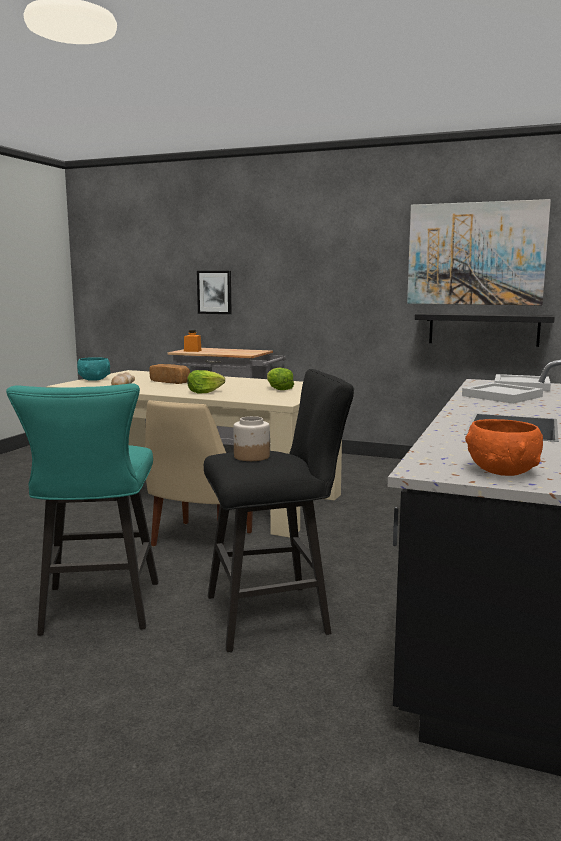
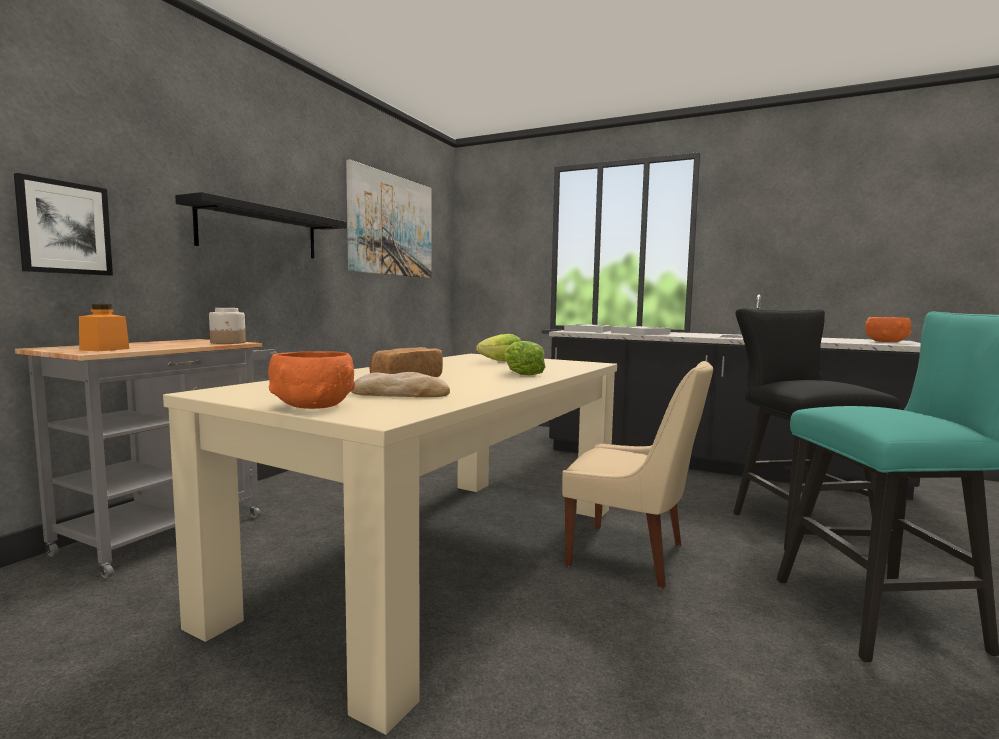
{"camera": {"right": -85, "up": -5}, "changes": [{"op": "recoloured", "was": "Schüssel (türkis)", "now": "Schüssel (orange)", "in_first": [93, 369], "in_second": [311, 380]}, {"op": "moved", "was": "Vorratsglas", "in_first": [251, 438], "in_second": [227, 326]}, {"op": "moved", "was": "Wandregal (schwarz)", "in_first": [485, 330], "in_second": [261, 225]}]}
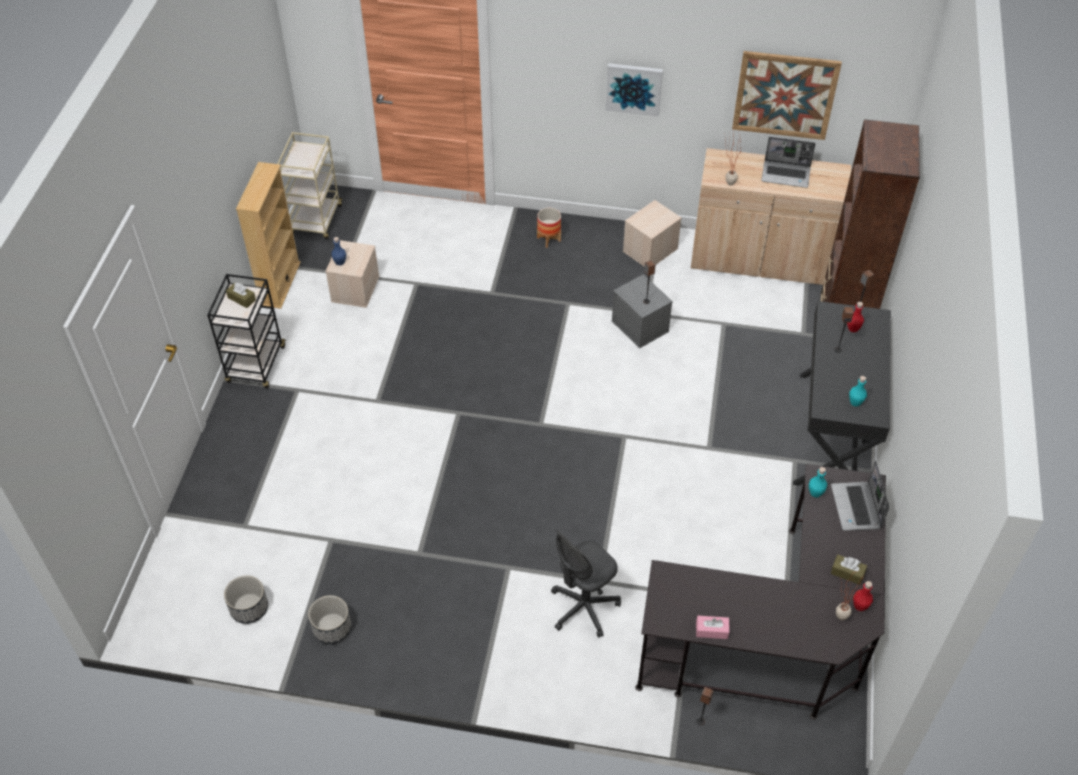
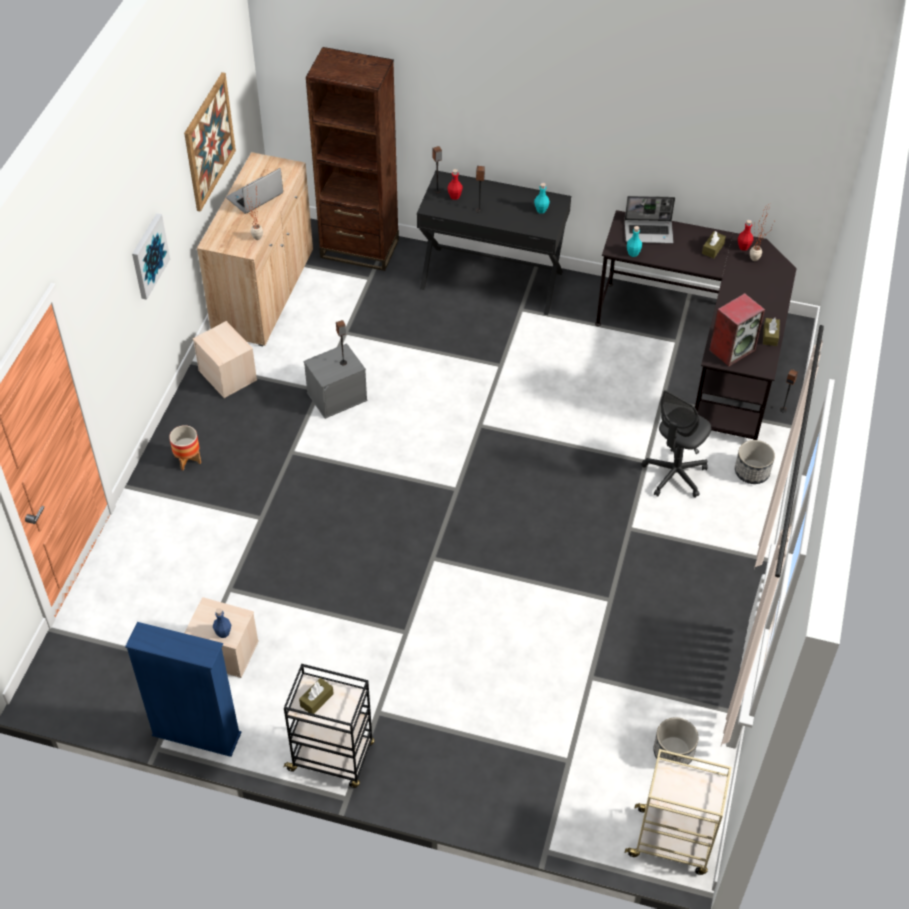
{"camera": {"right": -85, "up": 0}, "changes": [{"op": "recoloured", "was": "Bücherregal (beige)", "now": "Bücherregal (blau)", "in_first": [268, 235], "in_second": [183, 689]}, {"op": "moved", "was": "Rollwagen (beige)", "in_first": [310, 186], "in_second": [678, 812]}, {"op": "moved", "was": "Pflanzkübel", "in_first": [329, 619], "in_second": [755, 462]}, {"op": "turned", "was": "Bürostuhl (grau)", "in_first": [586, 584], "in_second": [676, 444], "clockwise": 75}, {"op": "recoloured", "was": "Taschentuchbox (rosa)", "now": "Taschentuchbox (braun)", "in_first": [713, 627], "in_second": [771, 332]}, {"op": "turned", "was": "Laptop", "in_first": [788, 162], "in_second": [254, 191], "clockwise": -150}, {"op": "added", "now": "Lautsprecher", "in_second": [737, 330]}]}
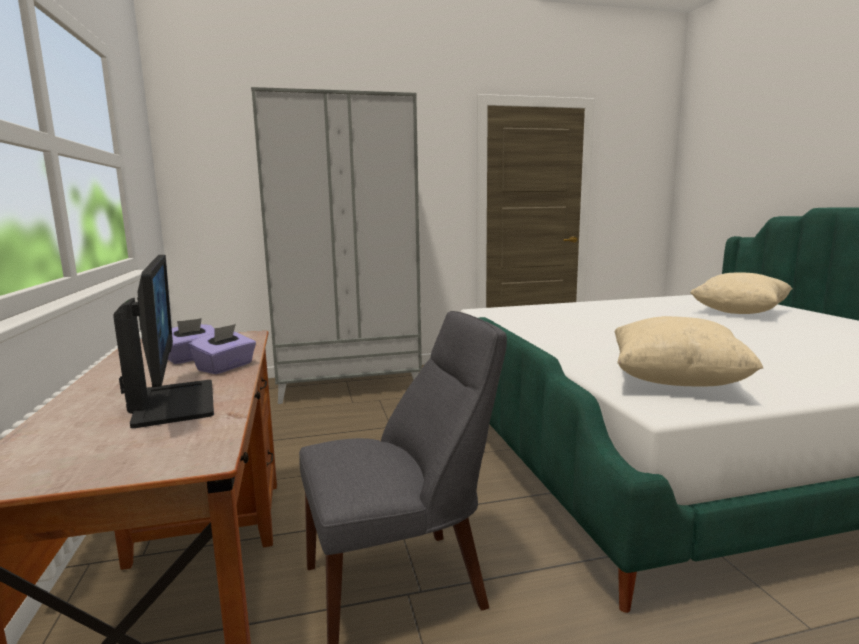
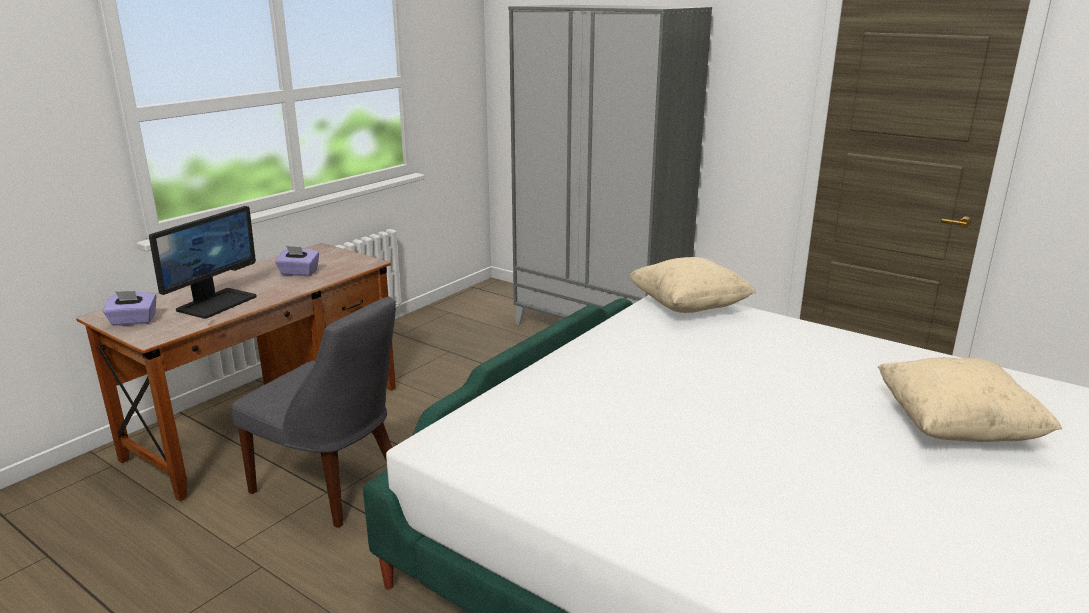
{"camera": {"right": 50, "up": 10}, "changes": [{"op": "moved", "was": "Taschentuchbox (lila)", "in_first": [222, 349], "in_second": [130, 308]}, {"op": "moved", "was": "Kissen (beige)", "in_first": [689, 351], "in_second": [692, 285]}]}
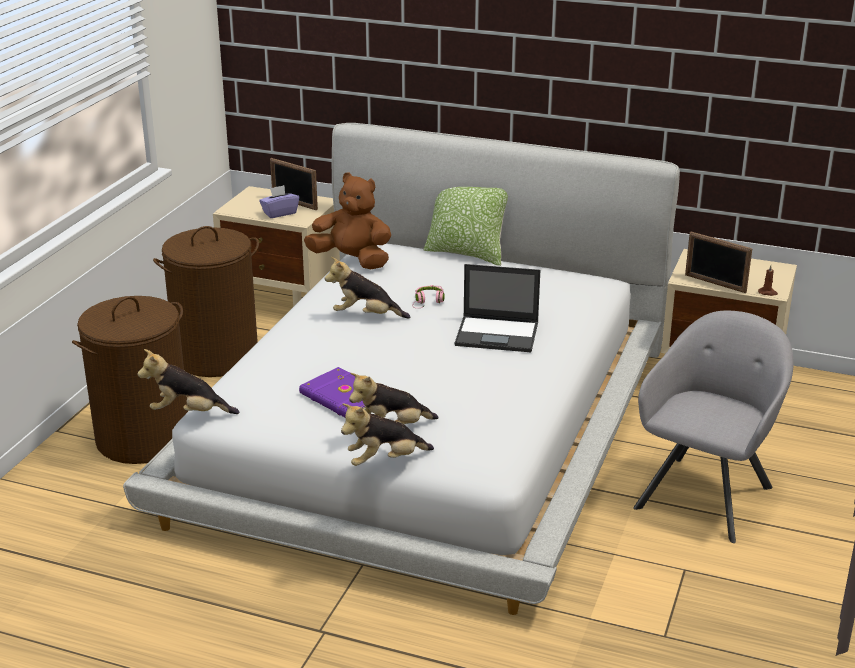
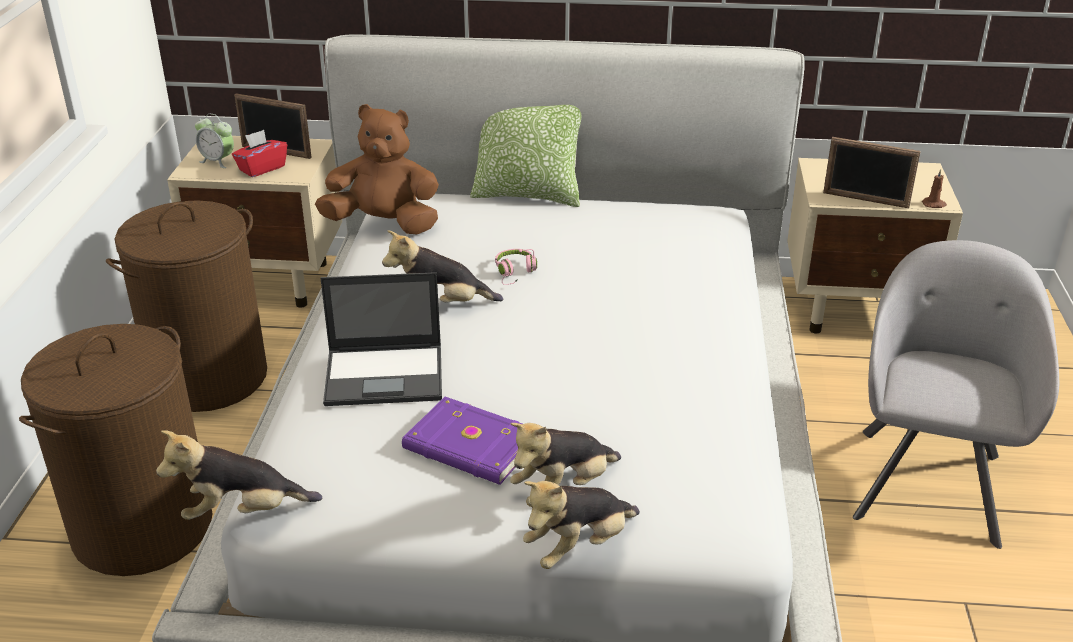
{"camera": {"right": -15, "up": 5}, "changes": [{"op": "recoloured", "was": "Taschentuchbox (lila)", "now": "Taschentuchbox (rot)", "in_first": [279, 201], "in_second": [259, 153]}, {"op": "moved", "was": "Laptop", "in_first": [497, 308], "in_second": [381, 339]}, {"op": "added", "now": "Wecker", "in_second": [214, 141]}]}
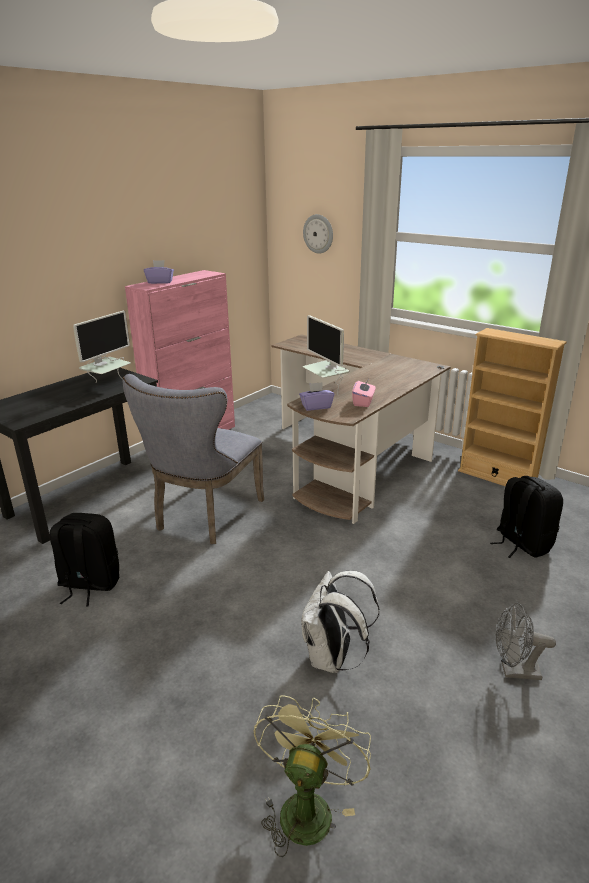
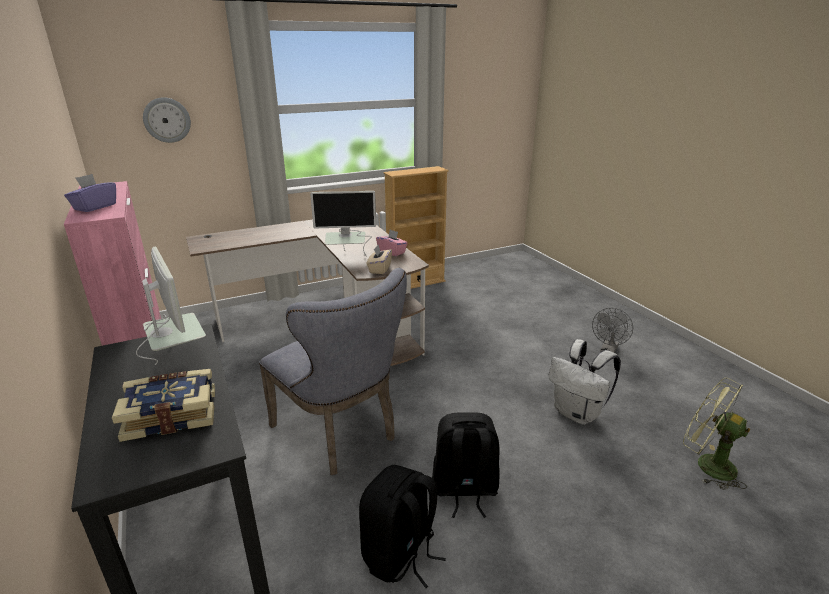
{"camera": {"right": -65, "up": 0}, "changes": [{"op": "recoloured", "was": "Taschentuchbox (lila)", "now": "Taschentuchbox (beige)", "in_first": [316, 396], "in_second": [379, 259]}, {"op": "moved", "was": "Rucksack (schwarz)", "in_first": [526, 517], "in_second": [466, 465]}, {"op": "added", "now": "Buch", "in_second": [163, 405]}]}
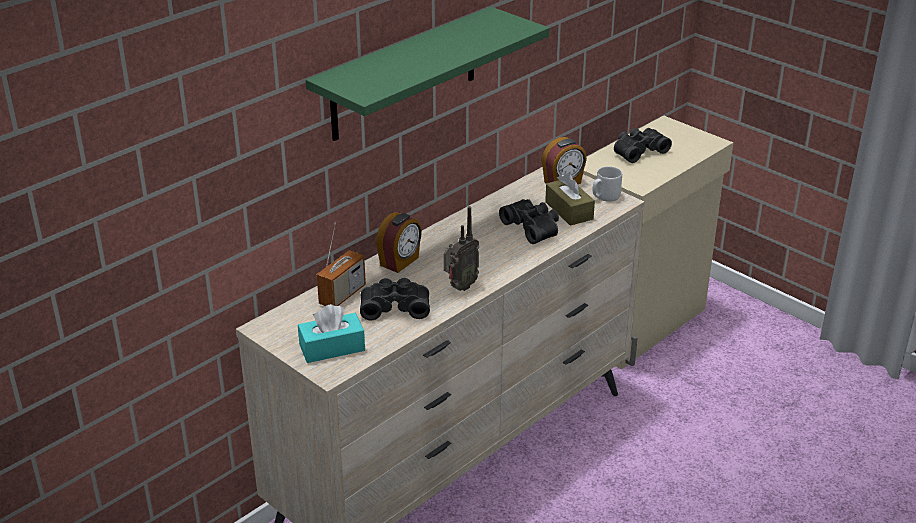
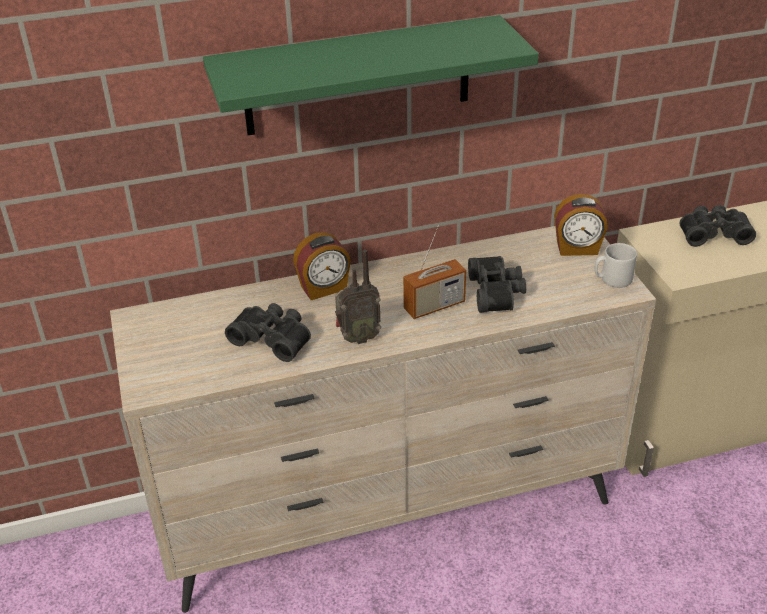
{"camera": {"right": 30, "up": 5}, "changes": [{"op": "removed", "was": "Taschentuchbox (türkis)", "in_first": [331, 333]}, {"op": "moved", "was": "Radio", "in_first": [341, 264], "in_second": [434, 272]}, {"op": "removed", "was": "Taschentuchbox (braun)", "in_first": [570, 199]}]}
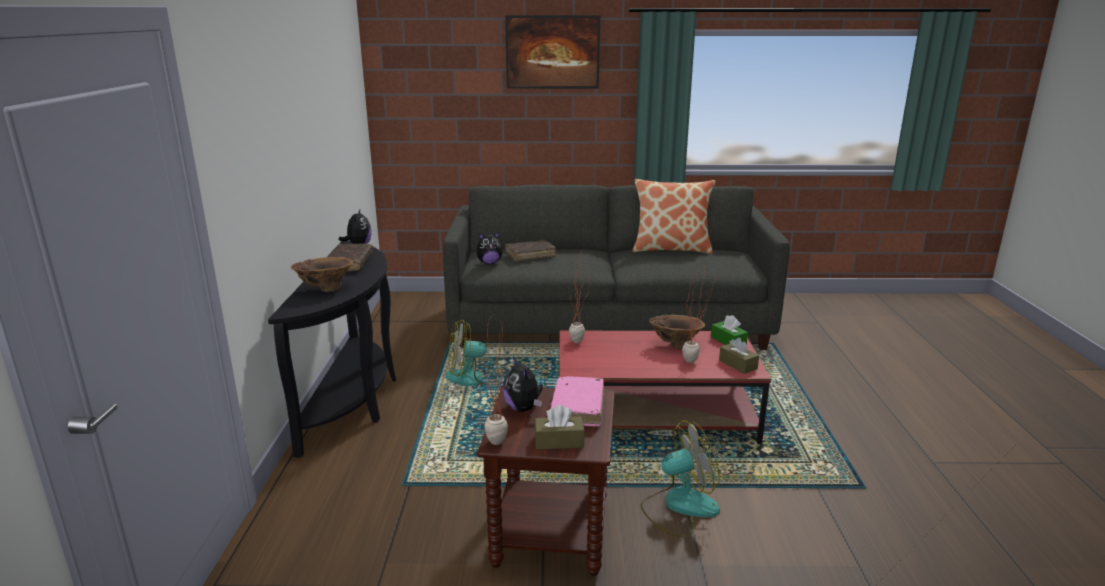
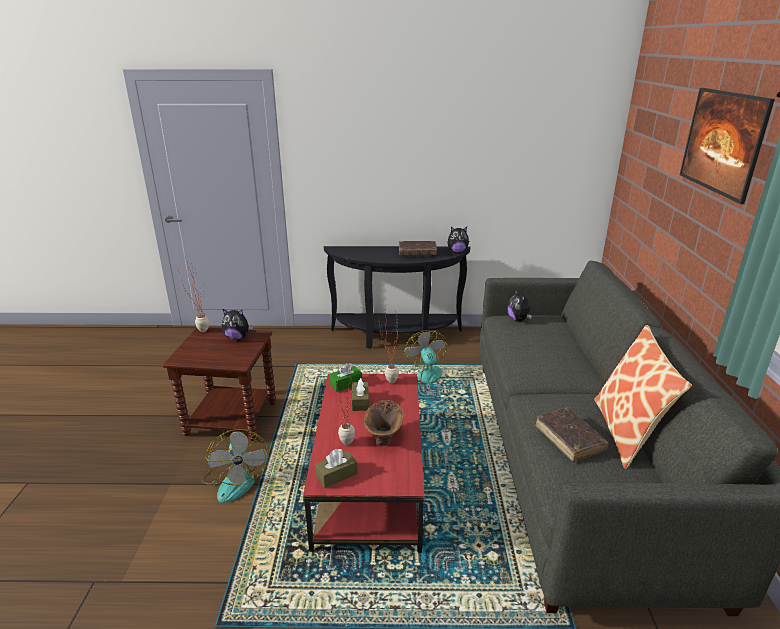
{"camera": {"right": 90, "up": 5}, "changes": [{"op": "removed", "was": "Vase (braun)", "in_first": [322, 274]}, {"op": "turned", "was": "Plüschtier", "in_first": [523, 384], "in_second": [237, 324], "clockwise": -150}, {"op": "moved", "was": "Buch (braun)", "in_first": [530, 251], "in_second": [572, 434]}, {"op": "moved", "was": "Taschentuchbox (braun)", "in_first": [559, 427], "in_second": [360, 394]}, {"op": "removed", "was": "Buch (rosa)", "in_first": [577, 401]}, {"op": "moved", "was": "Taschentuchbox (grün)", "in_first": [729, 330], "in_second": [345, 377]}]}
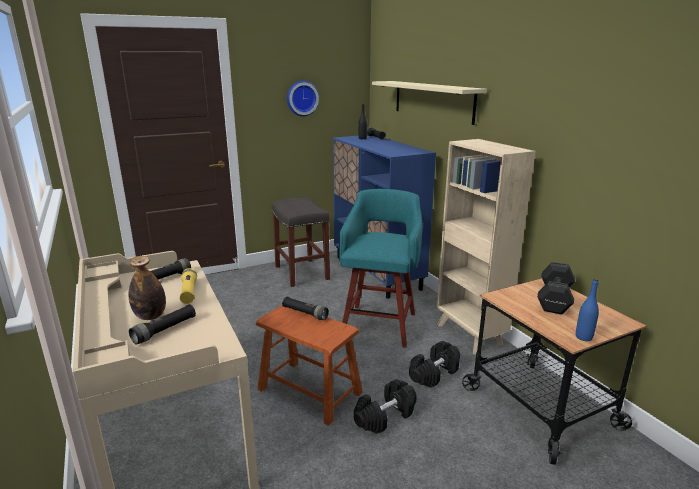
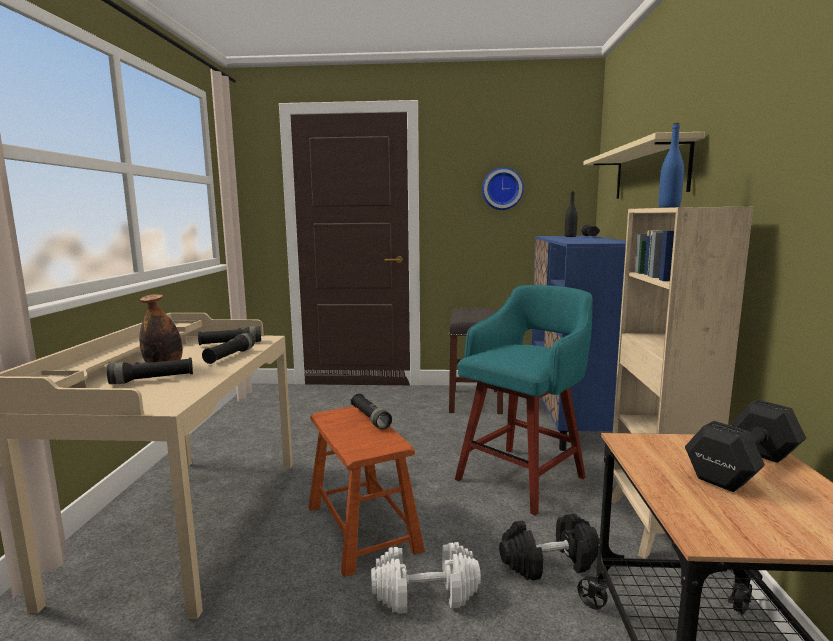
{"camera": {"right": 30, "up": -10}, "changes": [{"op": "recoloured", "was": "Taschenlampe (gelb)", "now": "Taschenlampe (schwarz)", "in_first": [188, 286], "in_second": [228, 348]}, {"op": "recoloured", "was": "Hantel (schwarz)", "now": "Hantel (weiß)", "in_first": [385, 406], "in_second": [426, 578]}, {"op": "moved", "was": "Flasche (blau)", "in_first": [587, 309], "in_second": [671, 165]}]}
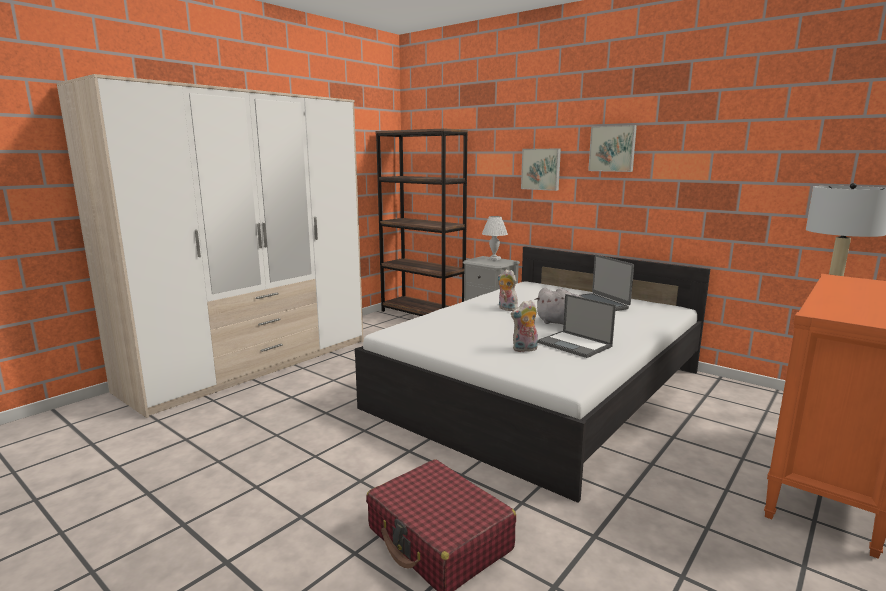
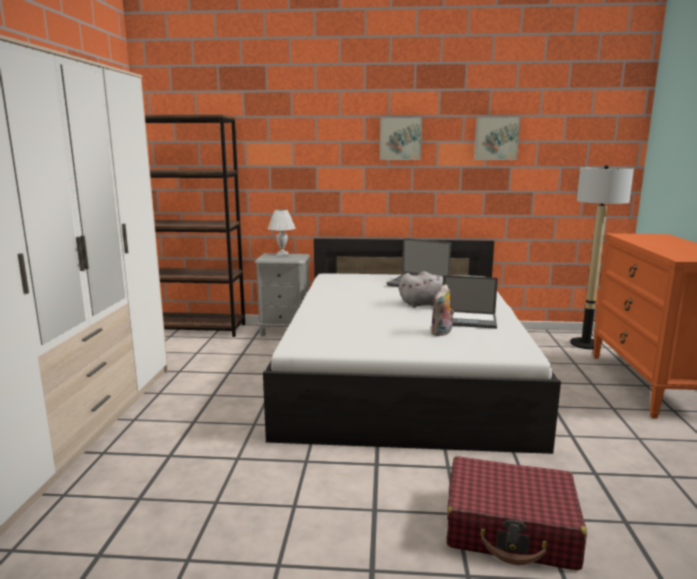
{"camera": {"right": -35, "up": 0}, "changes": [{"op": "removed", "was": "Plüschtier", "in_first": [507, 290]}, {"op": "moved", "was": "Bild", "in_first": [541, 170], "in_second": [497, 138]}]}
